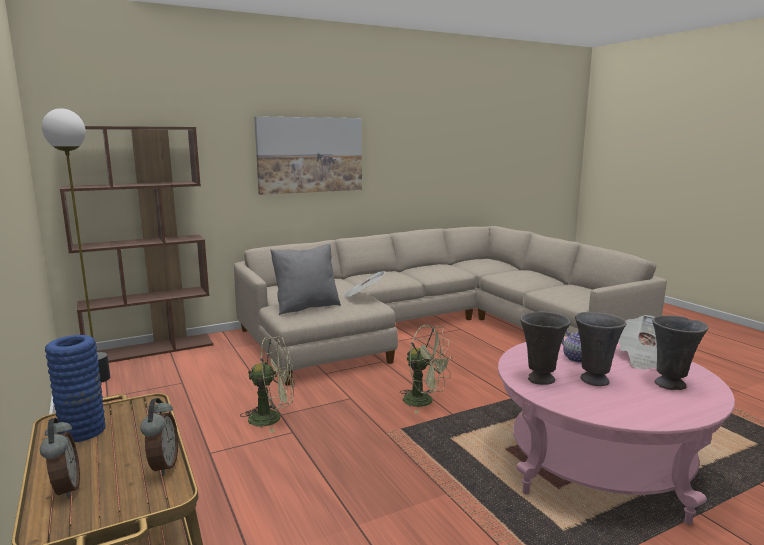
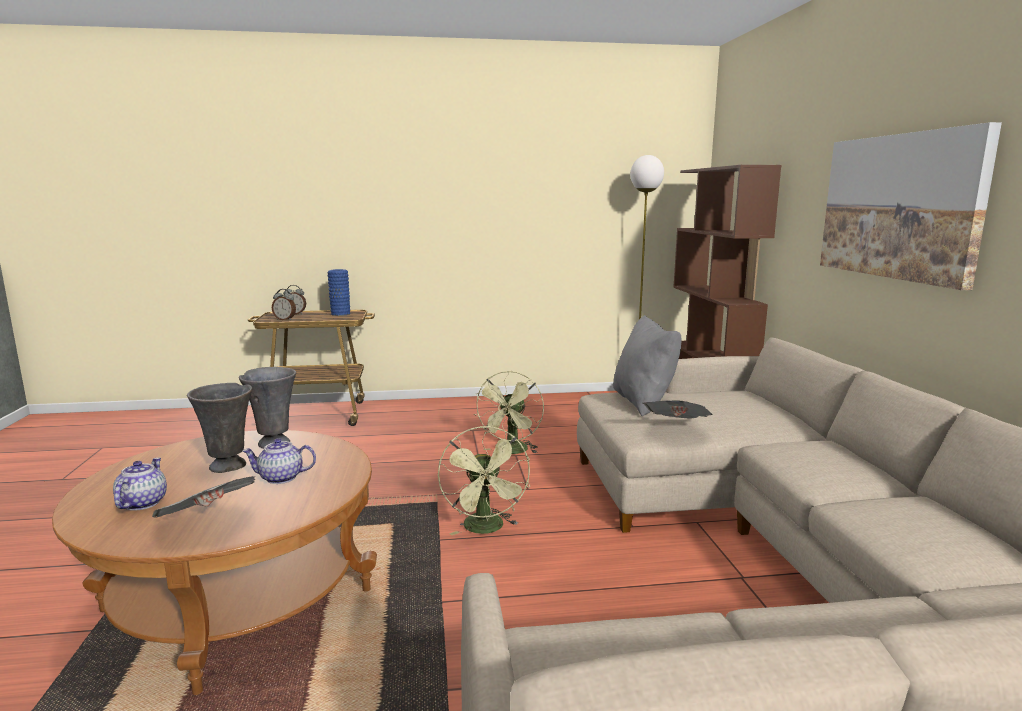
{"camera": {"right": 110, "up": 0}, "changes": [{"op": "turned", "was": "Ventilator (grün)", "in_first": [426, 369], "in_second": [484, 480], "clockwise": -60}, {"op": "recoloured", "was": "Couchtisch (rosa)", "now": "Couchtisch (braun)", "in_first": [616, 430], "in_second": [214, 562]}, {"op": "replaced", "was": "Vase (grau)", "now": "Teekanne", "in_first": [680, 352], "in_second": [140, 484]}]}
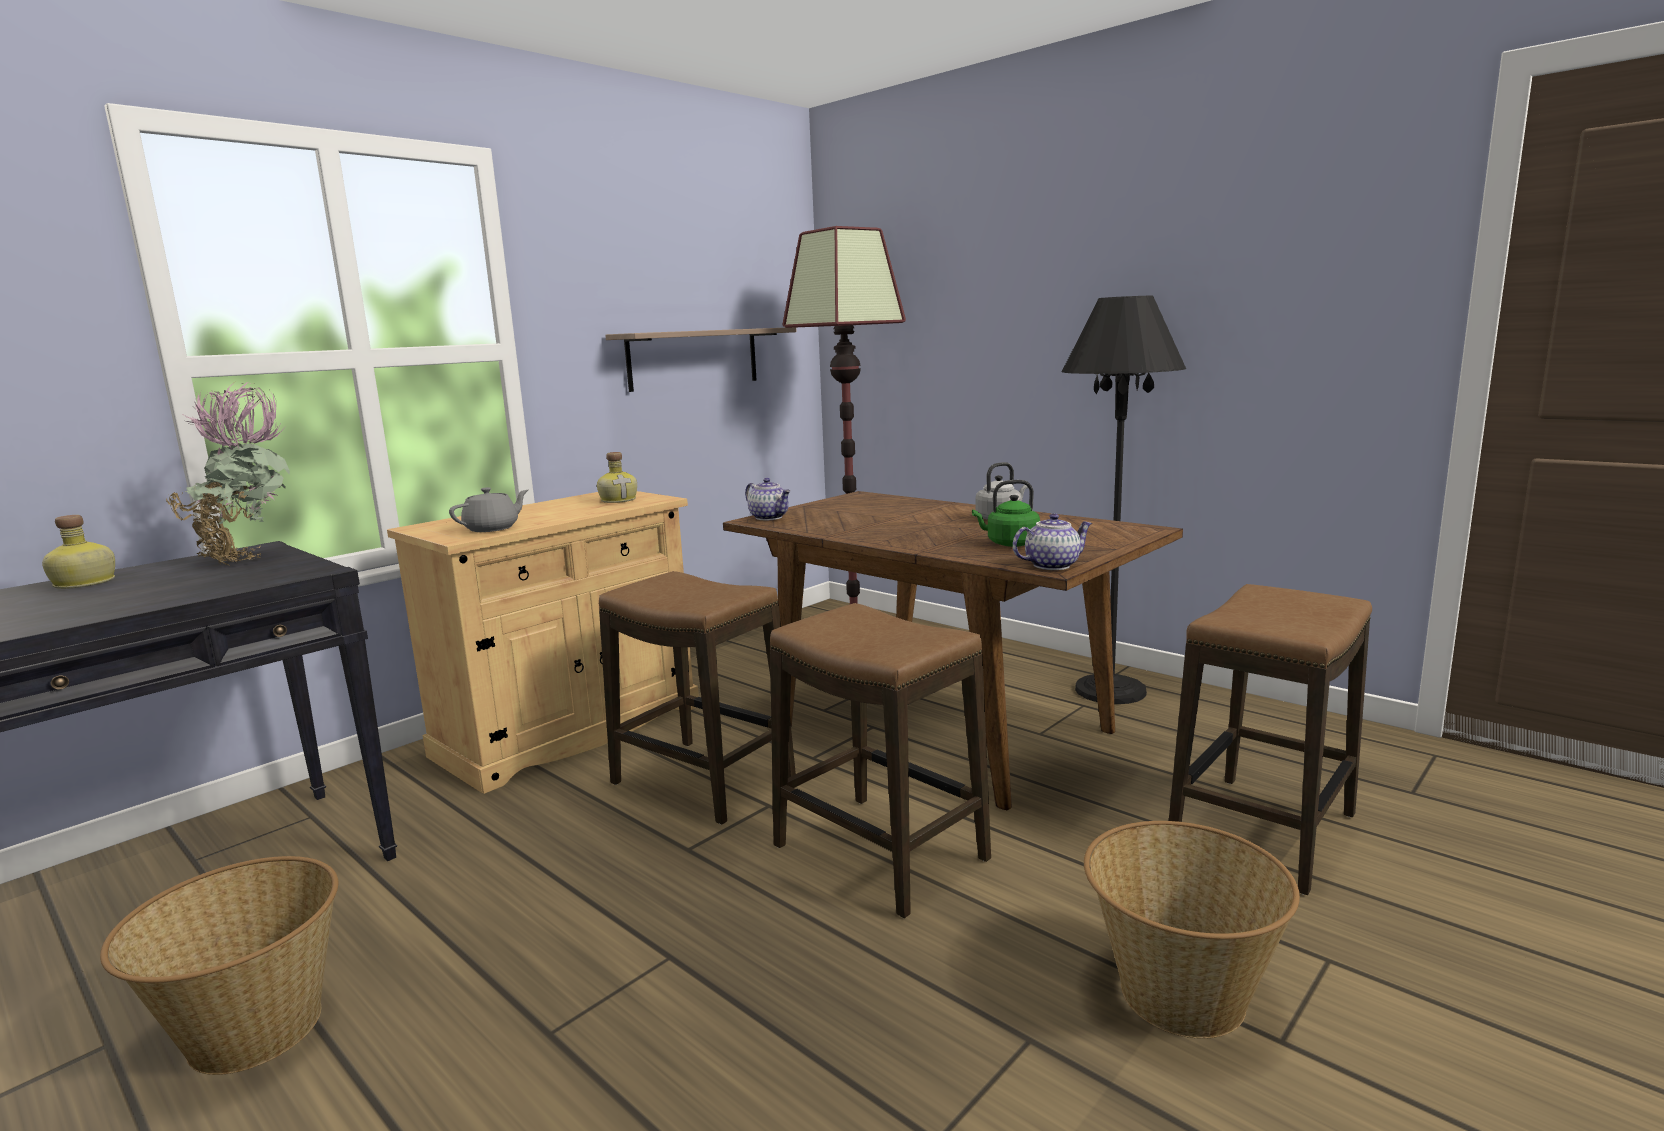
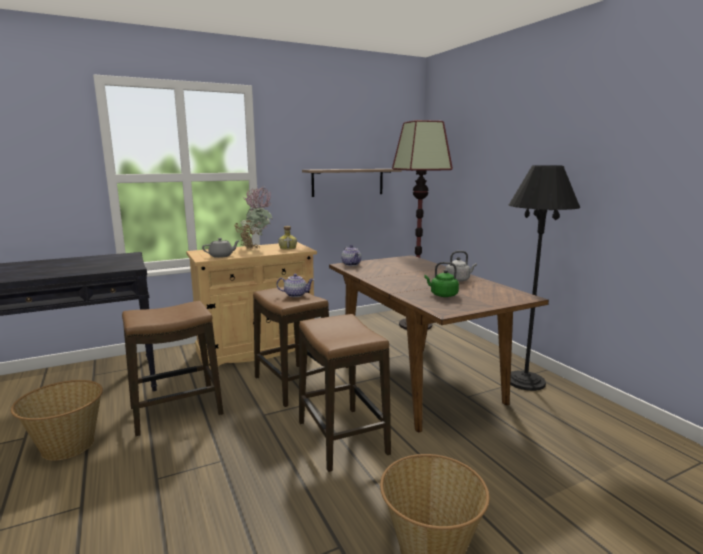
{"camera": {"right": 20, "up": 0}, "changes": [{"op": "removed", "was": "Flasche", "in_first": [78, 552]}, {"op": "moved", "was": "Topfpflanze", "in_first": [228, 473], "in_second": [253, 218]}, {"op": "moved", "was": "Teekanne", "in_first": [1053, 541], "in_second": [295, 285]}, {"op": "moved", "was": "Hocker", "in_first": [1270, 739], "in_second": [172, 368]}]}
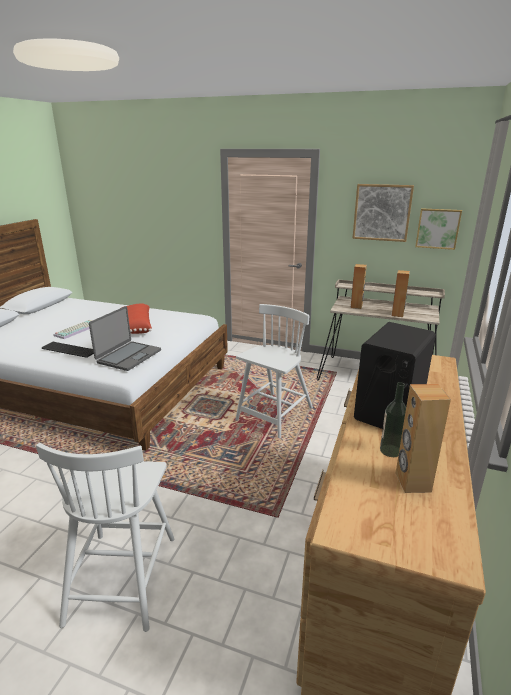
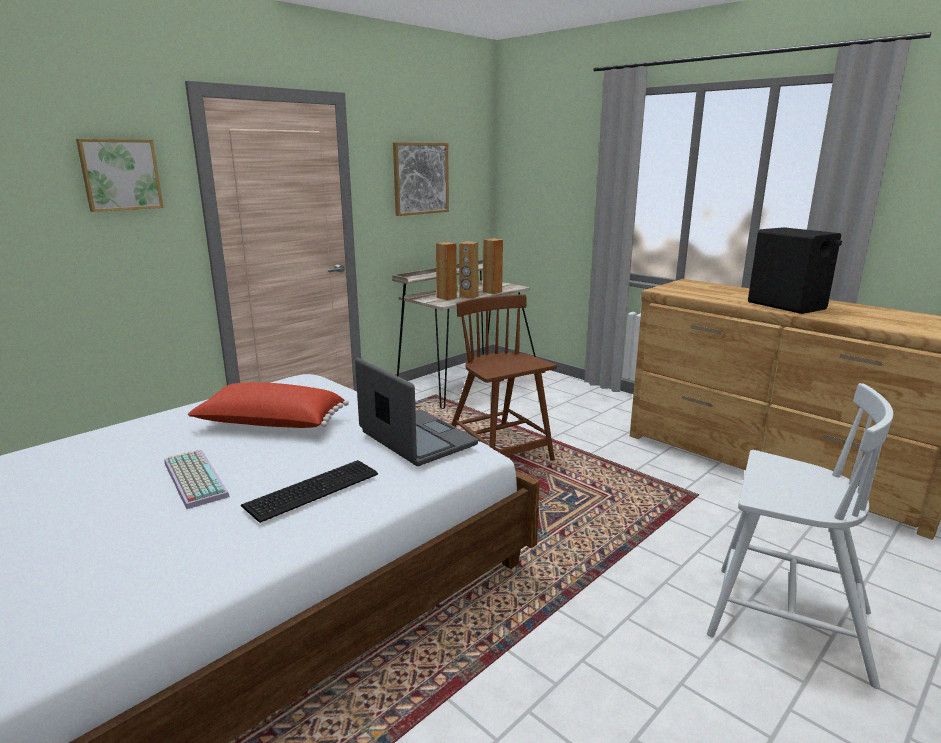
{"camera": {"right": -65, "up": -5}, "changes": [{"op": "recoloured", "was": "Stuhl (weiß)", "now": "Stuhl (braun)", "in_first": [274, 371], "in_second": [504, 377]}, {"op": "removed", "was": "Flasche", "in_first": [393, 419]}, {"op": "moved", "was": "Lautsprecher (braun)", "in_first": [423, 438], "in_second": [468, 270]}, {"op": "moved", "was": "Bild", "in_first": [438, 229], "in_second": [120, 175]}]}
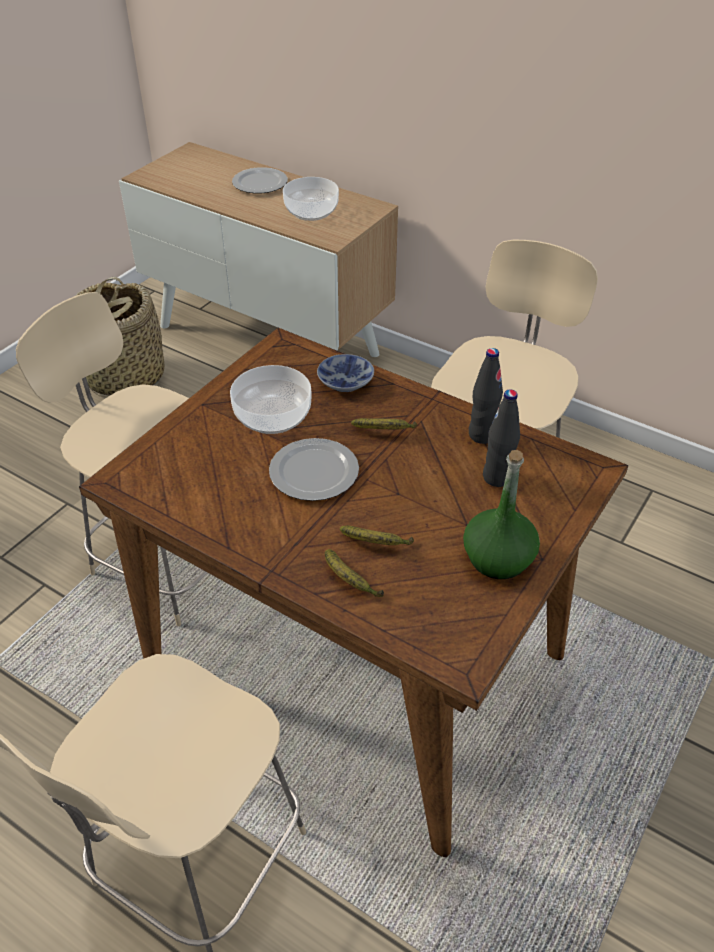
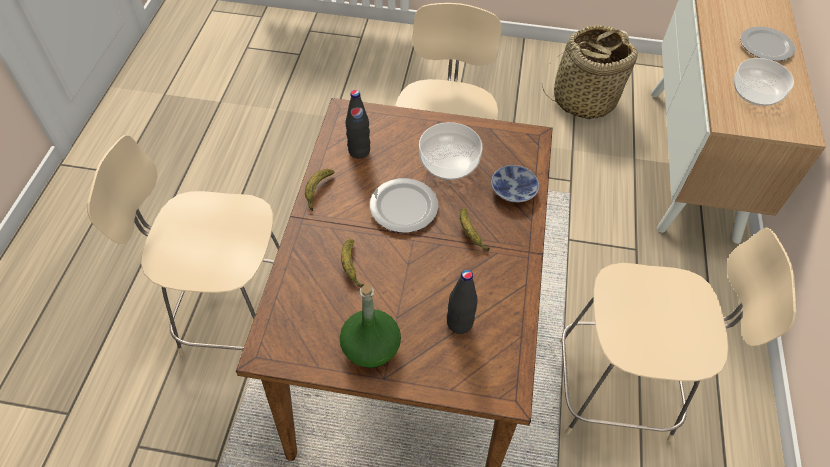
{"camera": {"right": 65, "up": 10}, "changes": [{"op": "moved", "was": "Banane", "in_first": [354, 573], "in_second": [320, 190]}, {"op": "moved", "was": "Flasche (schwarz)", "in_first": [486, 396], "in_second": [358, 124]}]}
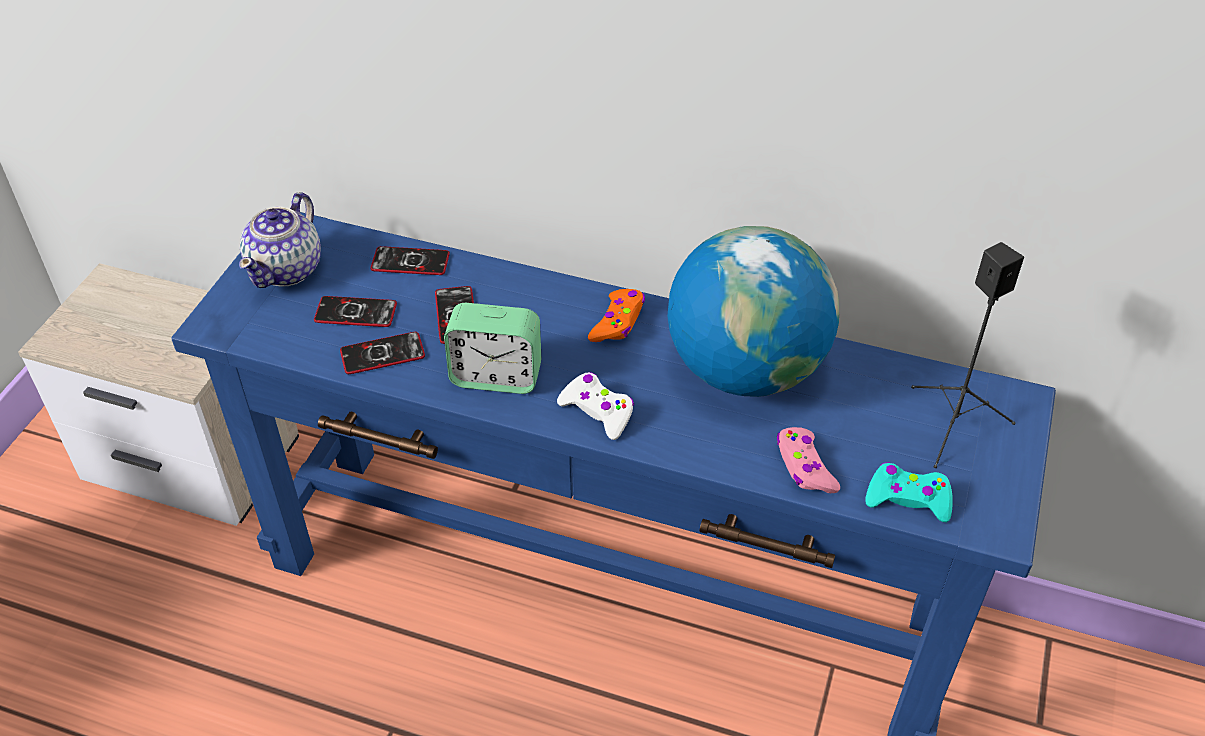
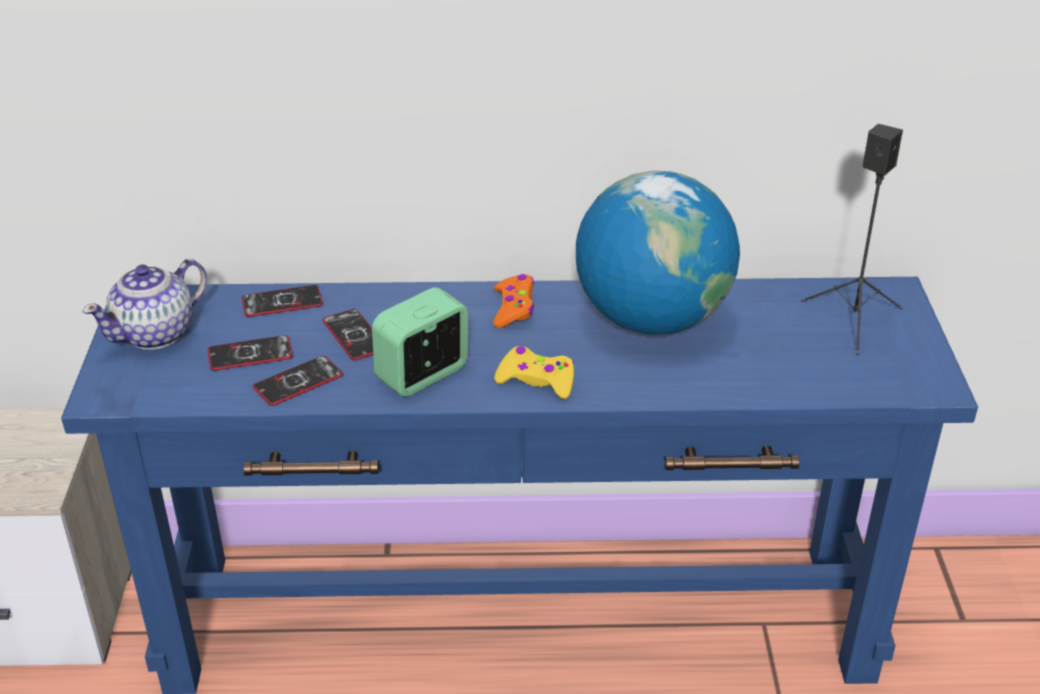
{"camera": {"right": -20, "up": -10}, "changes": [{"op": "turned", "was": "Teekanne", "in_first": [280, 240], "in_second": [145, 304], "clockwise": 45}, {"op": "turned", "was": "Wecker", "in_first": [492, 348], "in_second": [420, 342], "clockwise": 150}, {"op": "recoloured", "was": "Gamepad (weiß)", "now": "Gamepad (gelb)", "in_first": [595, 406], "in_second": [534, 372]}, {"op": "removed", "was": "Gamepad (rosa)", "in_first": [808, 460]}, {"op": "removed", "was": "Gamepad (türkis)", "in_first": [909, 492]}]}
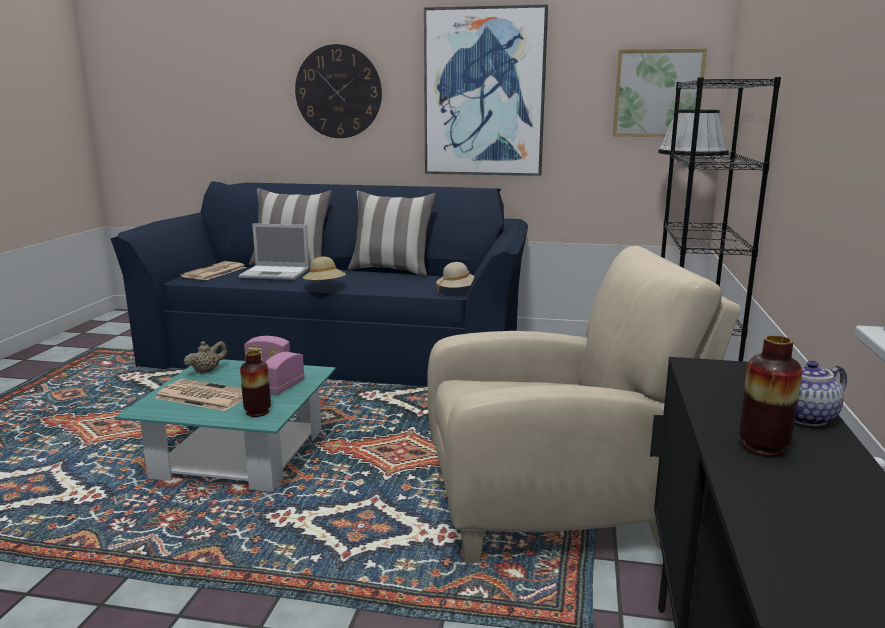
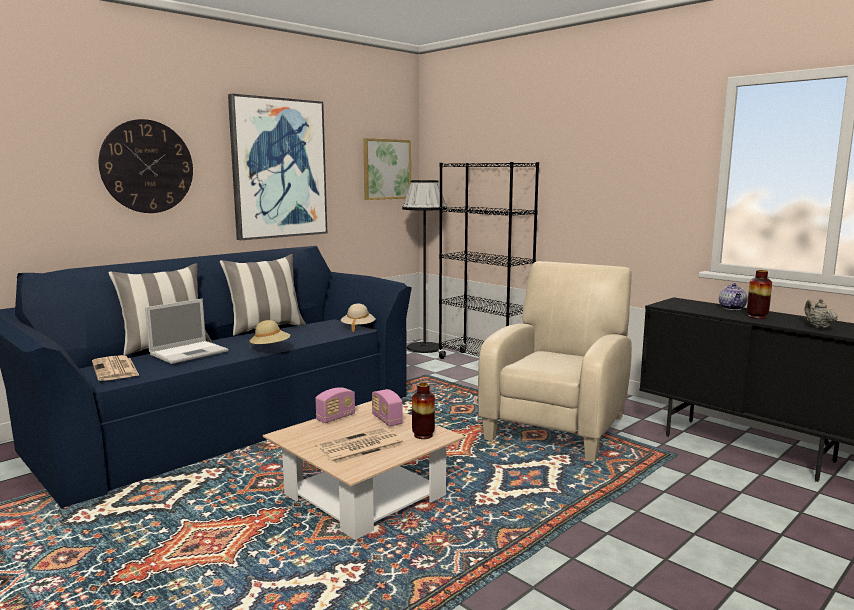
{"camera": {"right": -55, "up": -5}, "changes": [{"op": "recoloured", "was": "Couchtisch (türkis)", "now": "Couchtisch (beige)", "in_first": [225, 425], "in_second": [364, 470]}, {"op": "moved", "was": "Teekanne (beige)", "in_first": [205, 357], "in_second": [821, 313]}]}
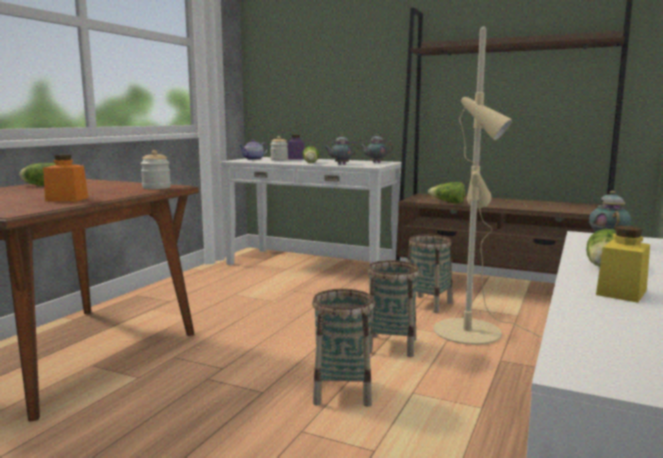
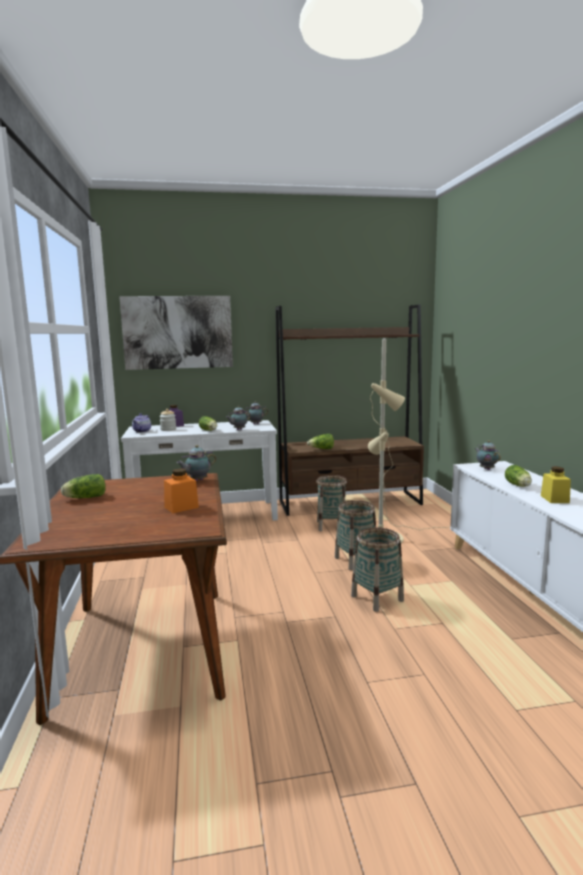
{"camera": {"right": -35, "up": 0}, "changes": [{"op": "replaced", "was": "Vorratsglas", "now": "Teekanne", "in_first": [155, 169], "in_second": [196, 463]}, {"op": "added", "now": "Bild", "in_second": [176, 333]}]}
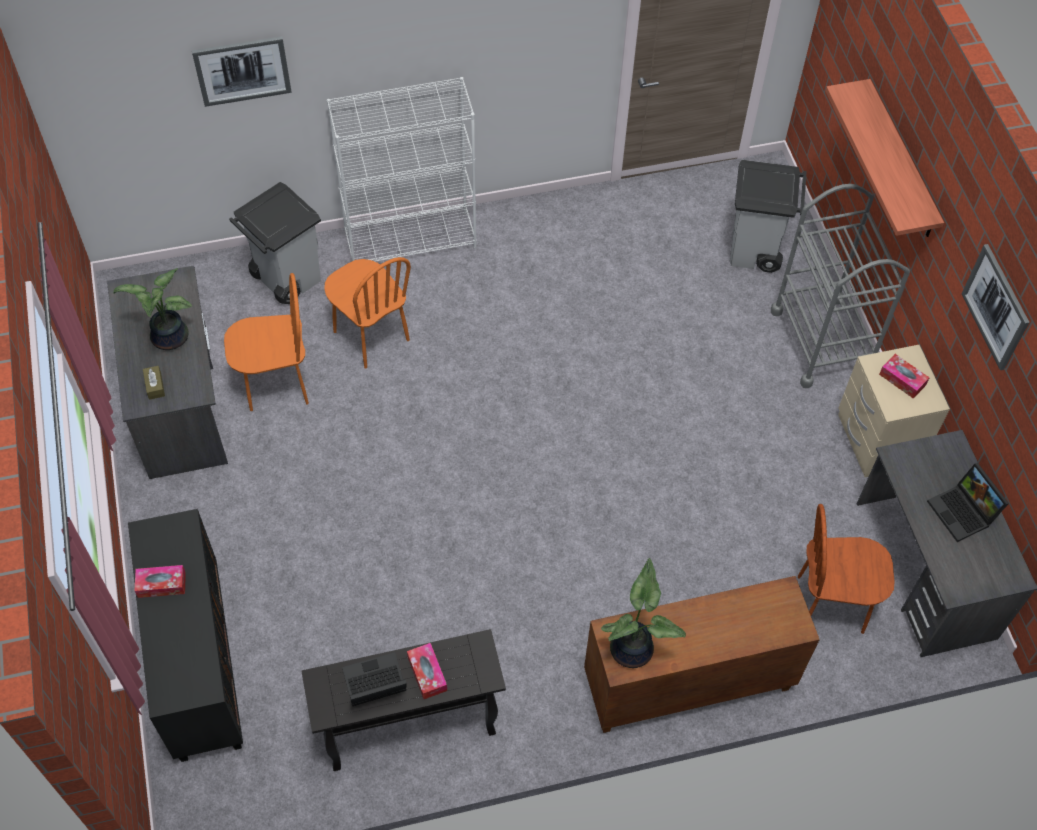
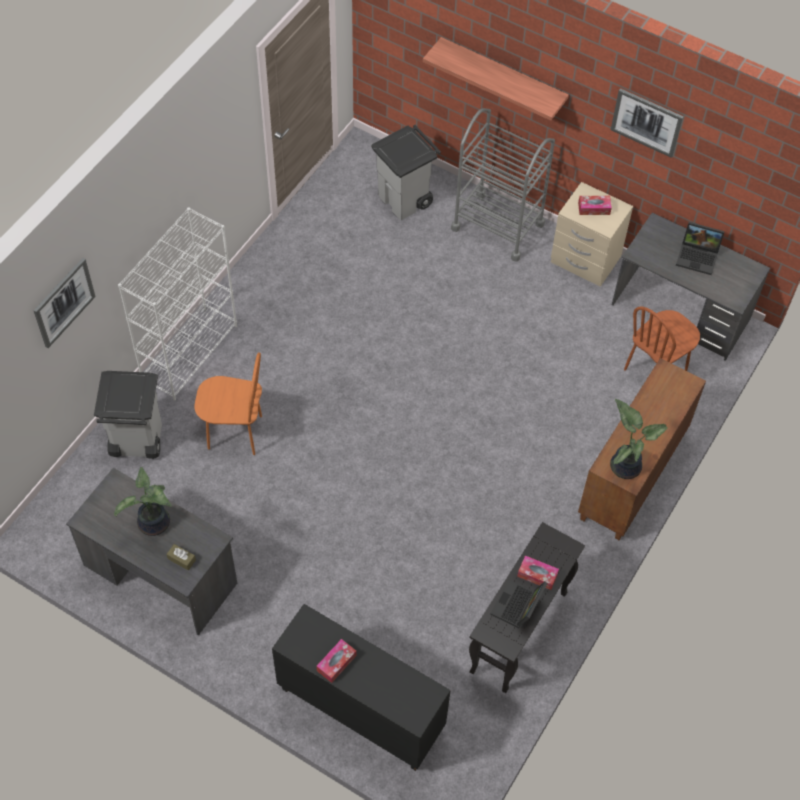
{"camera": {"right": -45, "up": 0}, "changes": [{"op": "removed", "was": "Stuhl (orange)", "in_first": [266, 342]}]}
